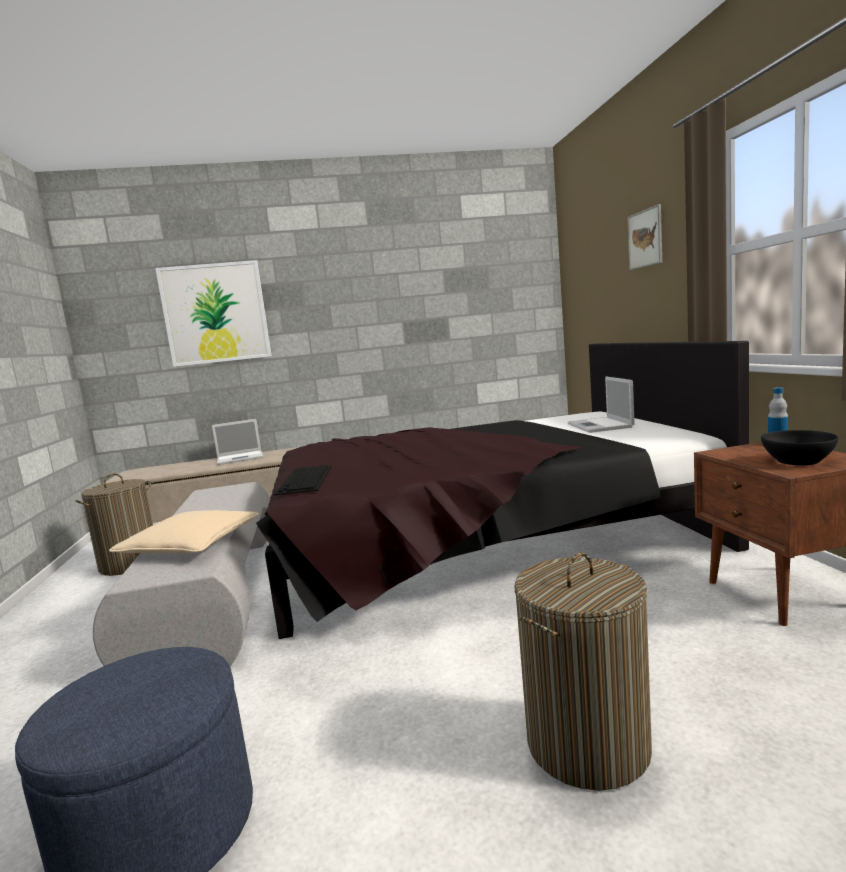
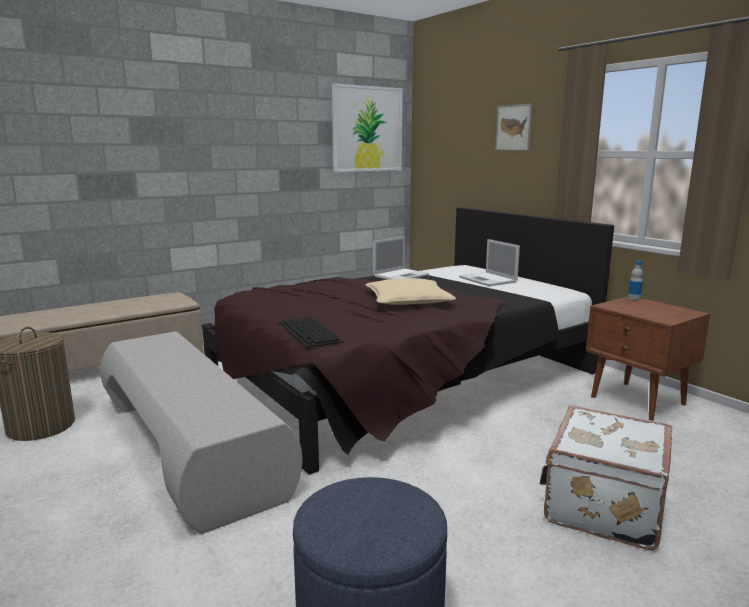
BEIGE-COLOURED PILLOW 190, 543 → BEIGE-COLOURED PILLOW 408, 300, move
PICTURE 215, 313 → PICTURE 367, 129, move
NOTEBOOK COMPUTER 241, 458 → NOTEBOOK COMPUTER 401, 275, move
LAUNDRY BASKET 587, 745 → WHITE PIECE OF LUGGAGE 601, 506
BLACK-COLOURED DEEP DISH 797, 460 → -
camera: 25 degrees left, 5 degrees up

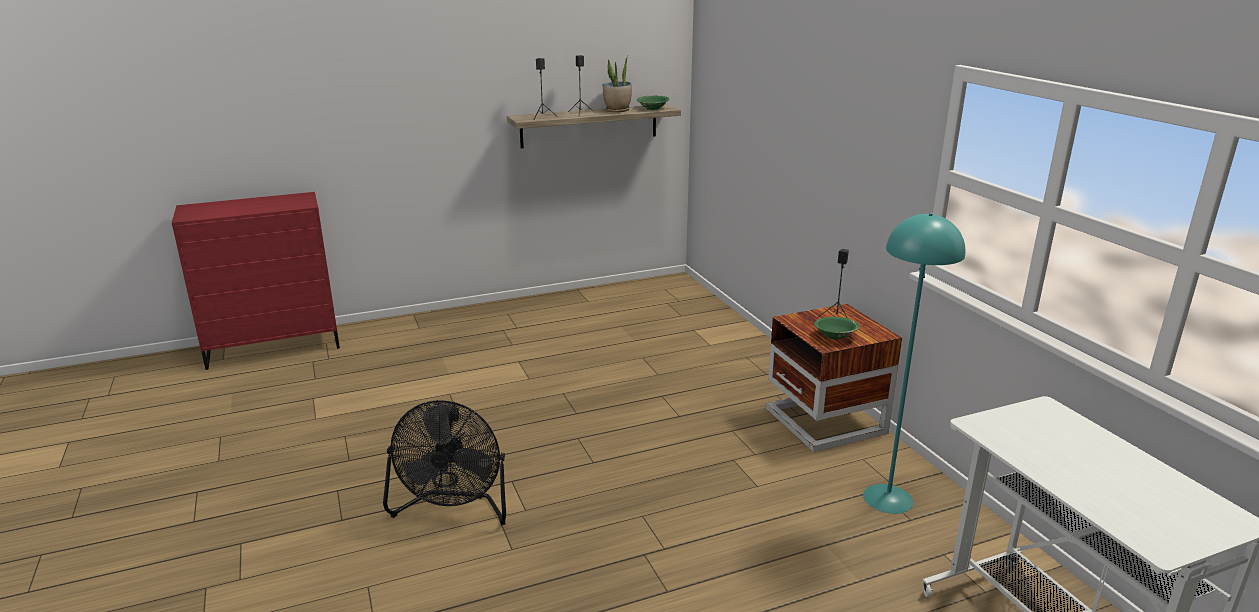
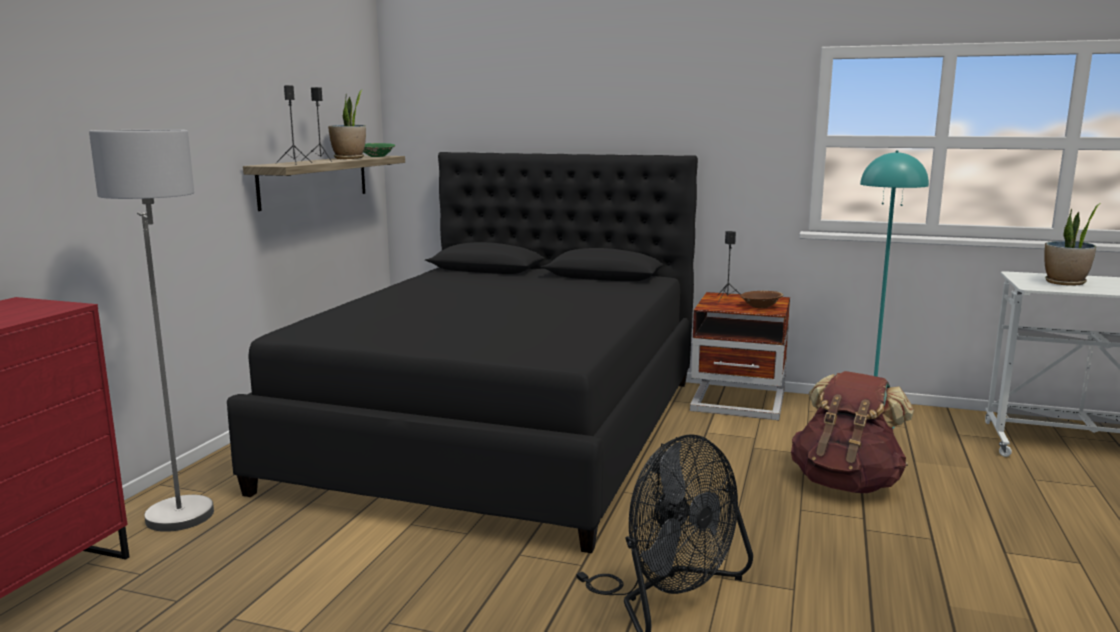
GREEN-COLOURED DEEP DISH 835, 336 → BROWN DEEP DISH 760, 307
- → GREYISH STANDARD LAMP 184, 524
- → BLACK-COLOURED BED 502, 430
- → BROWN RUCKSACK 846, 483
- → PLANT IN A POT 1065, 283
camera: 50 degrees left, 10 degrees down

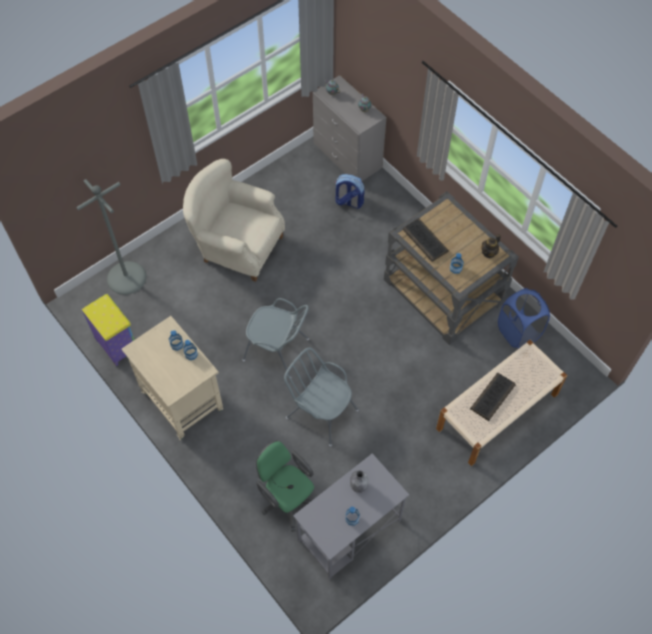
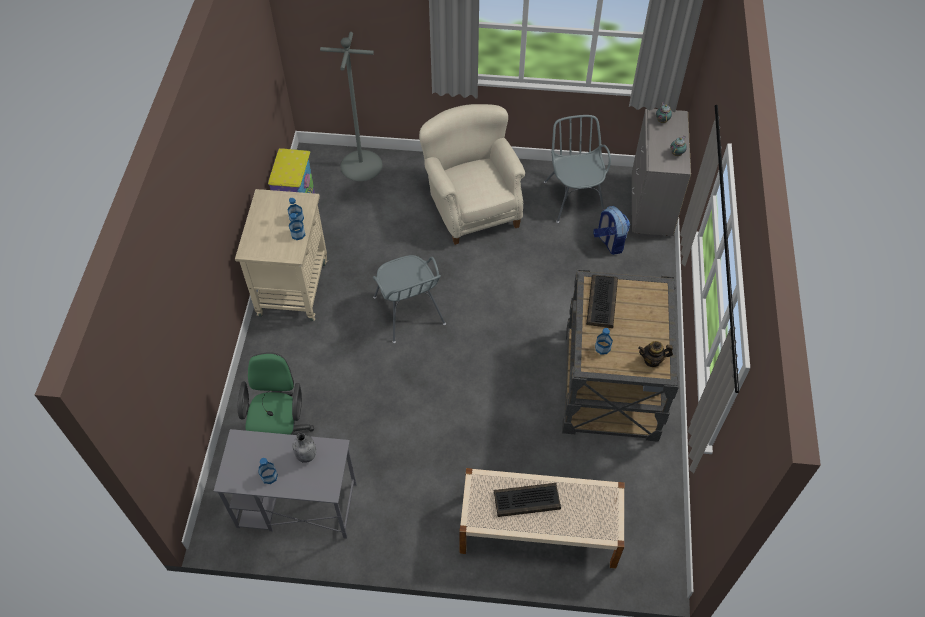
GREYISH CHAIR 320, 411 → GREYISH CHAIR 574, 196, move
BLUE LAUNDRY BASKET 518, 332 → -
camera: 45 degrees right, 5 degrees down

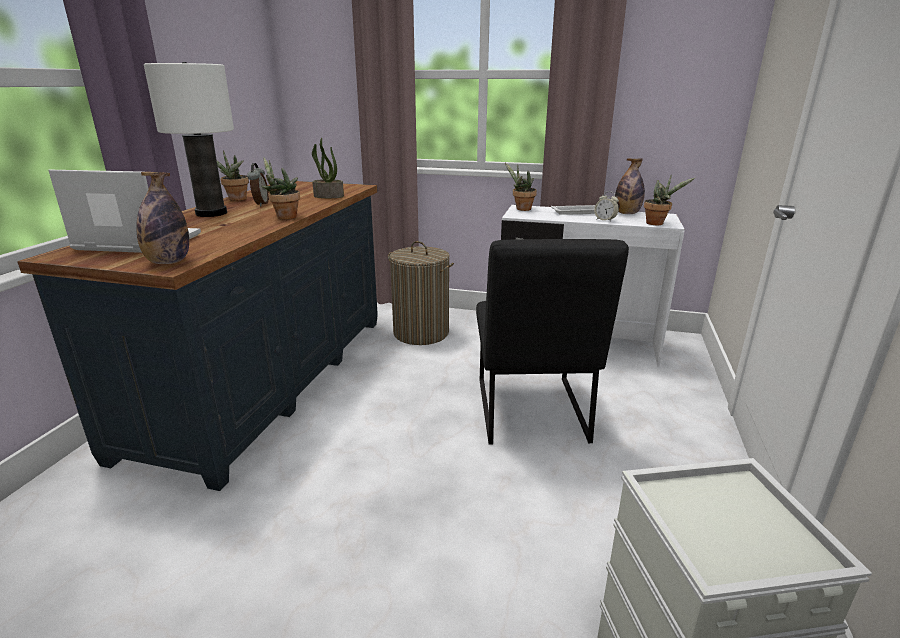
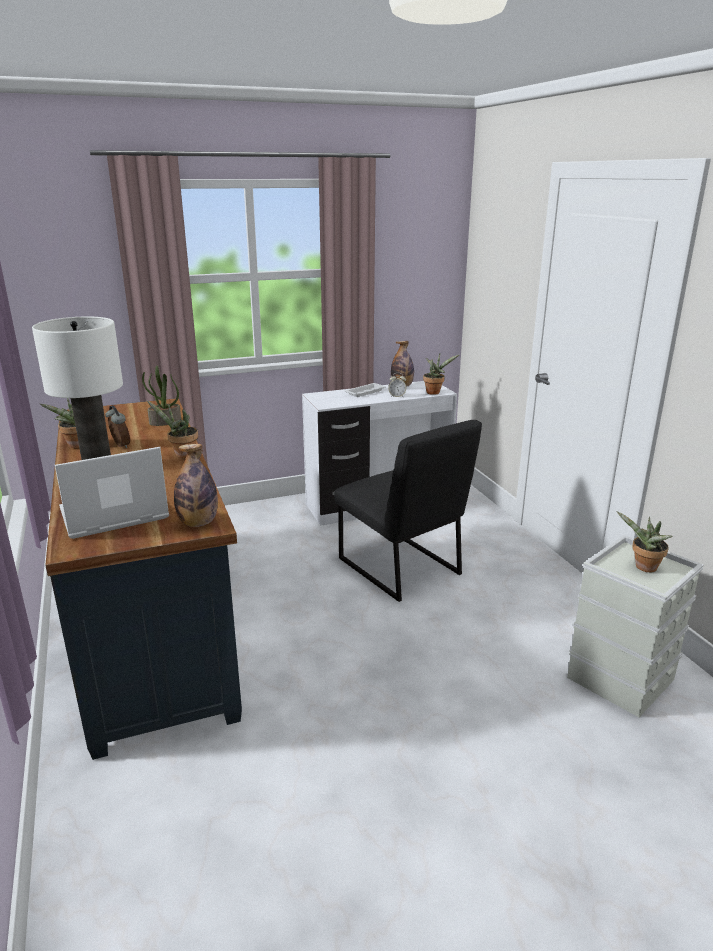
LAUNDRY BASKET 421, 333 → -
PLANT IN A POT 521, 209 → PLANT IN A POT 643, 568, move
camera: 35 degrees left, 0 degrees up

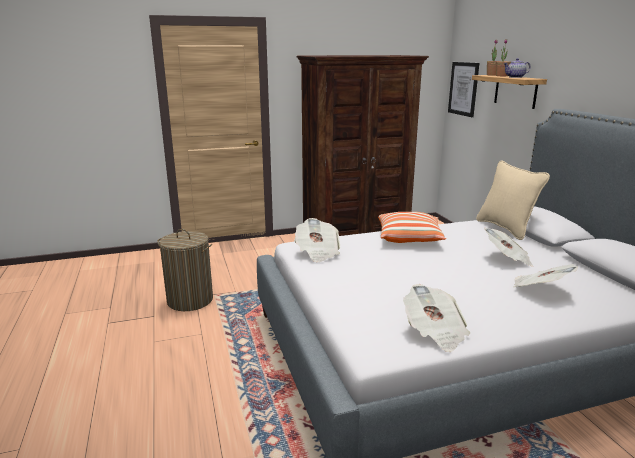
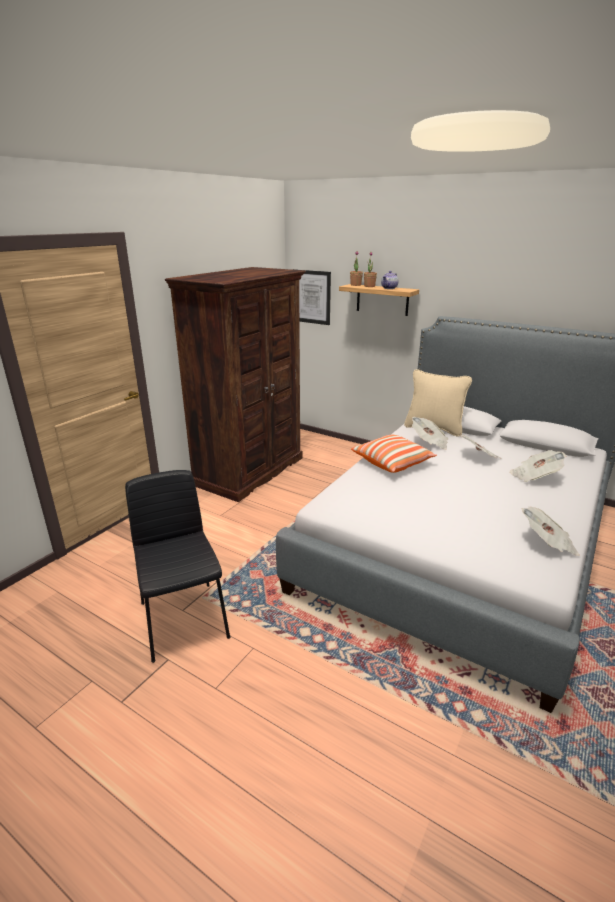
LAUNDRY BASKET 190, 300 → BLACK-COLOURED CHAIR 182, 617
NEWSPAPER 317, 252 → NEWSPAPER 429, 442, move
camera: 40 degrees left, 5 degrees up

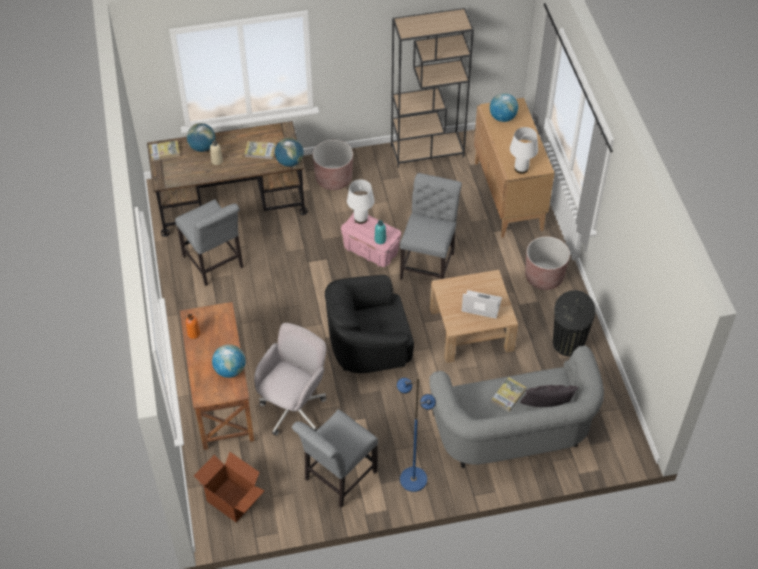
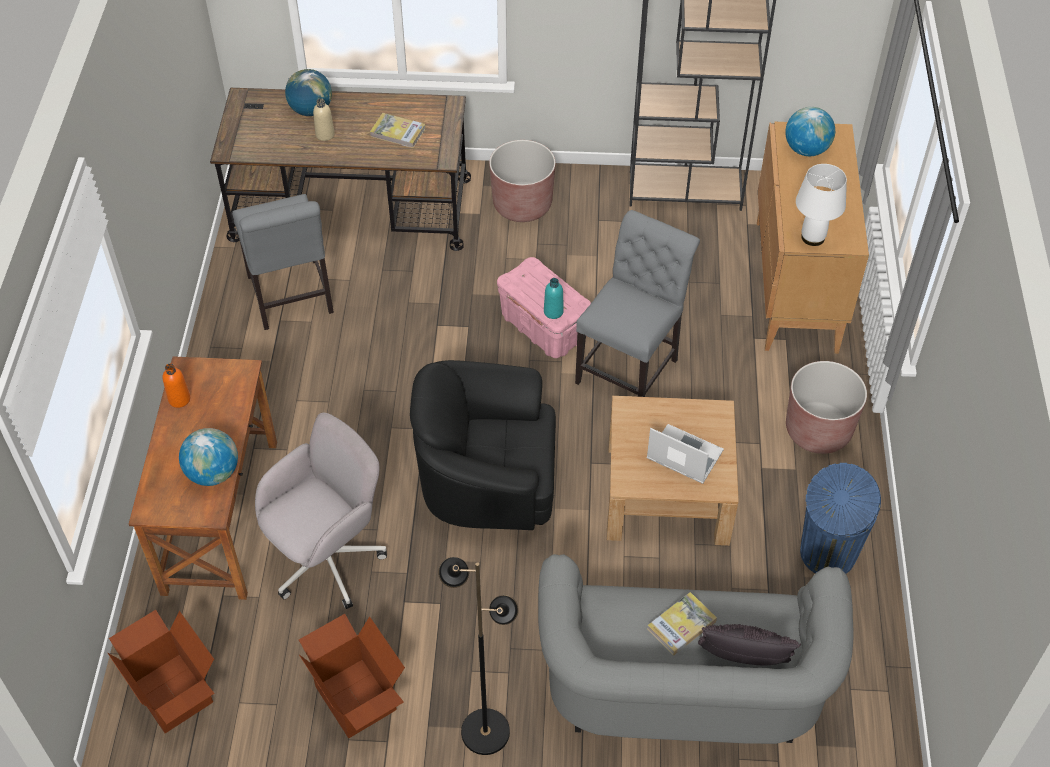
VOLUME 164, 152 → -
WORLD GLOBE 289, 162 → -
GREYISH CHAIR 337, 478 → PACKING BOX 357, 697
WHITE TABLETOP LAMP 361, 219 → -
BLUE STANDARD LAMP 413, 479 → BLACK-COLOURED STANDARD LAMP 485, 731
BLACK-COLOURED TRASH CAN 568, 344 → BLUE TRASH CAN 826, 555
camera: 15 degrees right, 0 degrees up

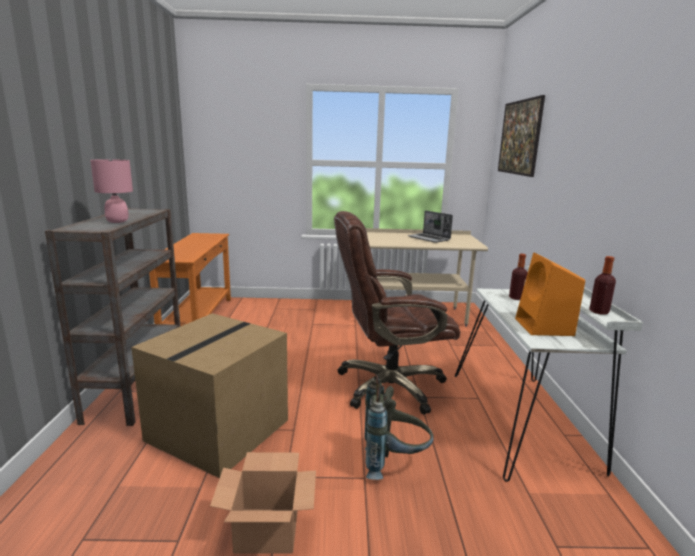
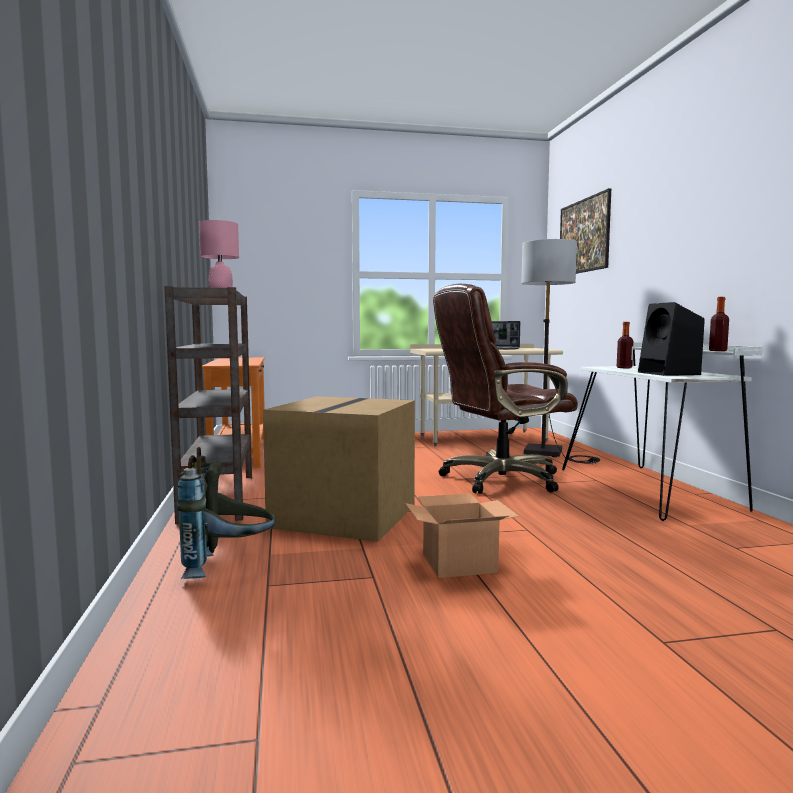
GREYISH RUCKSACK 394, 463 → GREYISH RUCKSACK 228, 566, move
ORANGEY LOUDSPEAKER 545, 327 → BLACK-COLOURED LOUDSPEAKER 670, 373
- → STANDARD LAMP 554, 455
camera: 10 degrees left, 10 degrees down

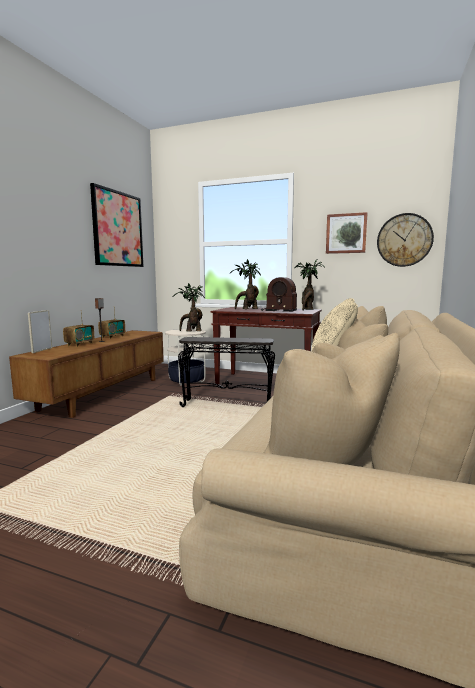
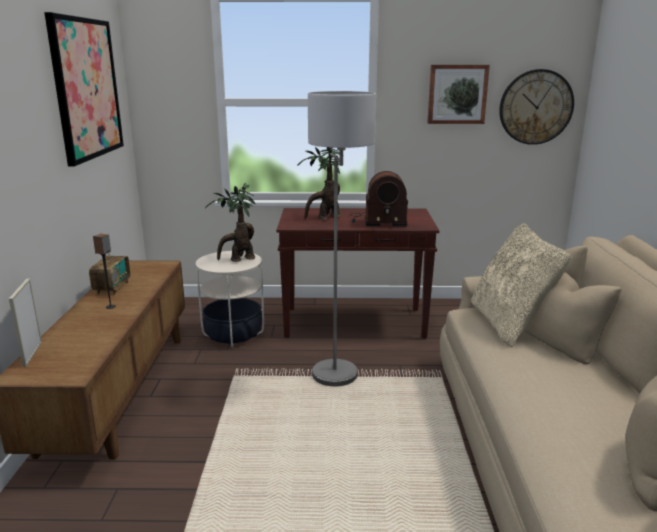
RADIO SET 79, 344 → -
BLACK-COLOURED SIDE TABLE 227, 405 → GREYISH STANDARD LAMP 338, 382
PLANT IN A POT 307, 310 → -
camera: 20 degrees left, 10 degrees up

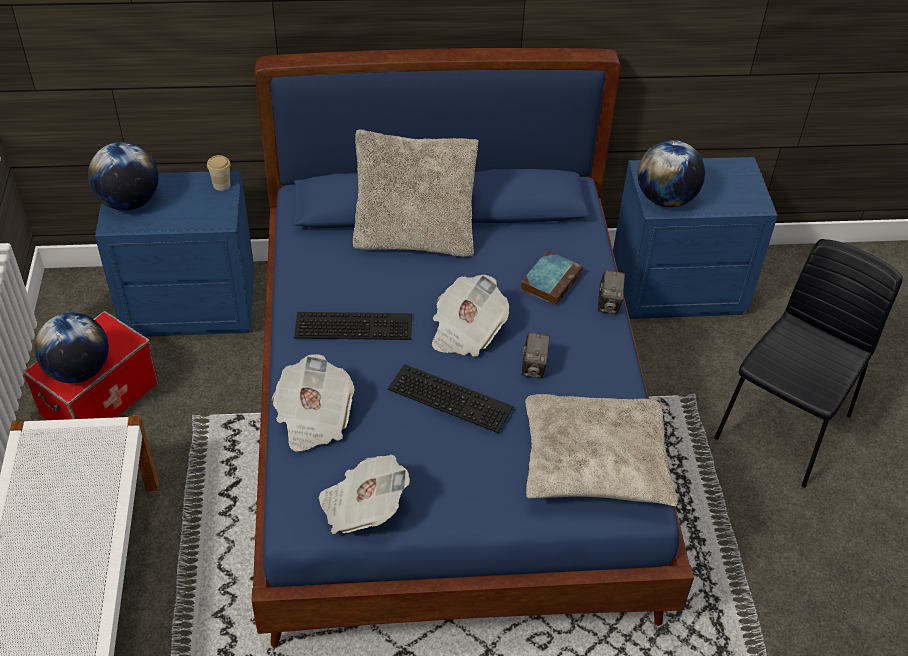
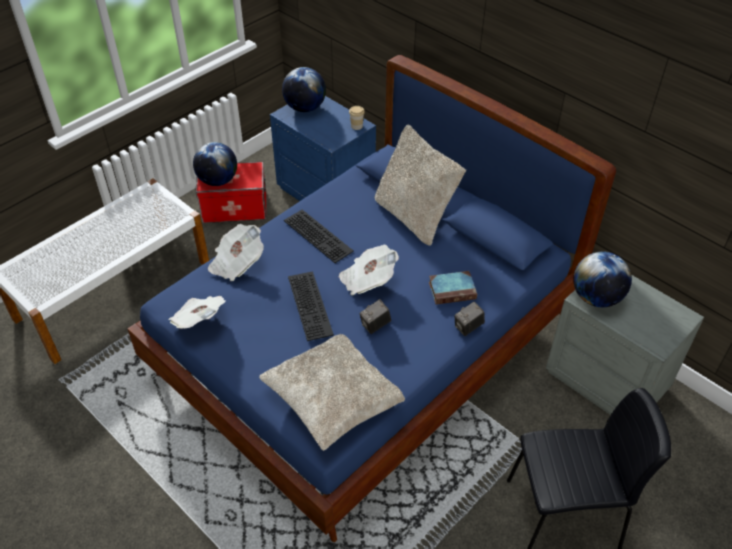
BLUE NIGHTSTAND 677, 288 → GREYISH NIGHTSTAND 607, 380
camera: 50 degrees right, 0 degrees up

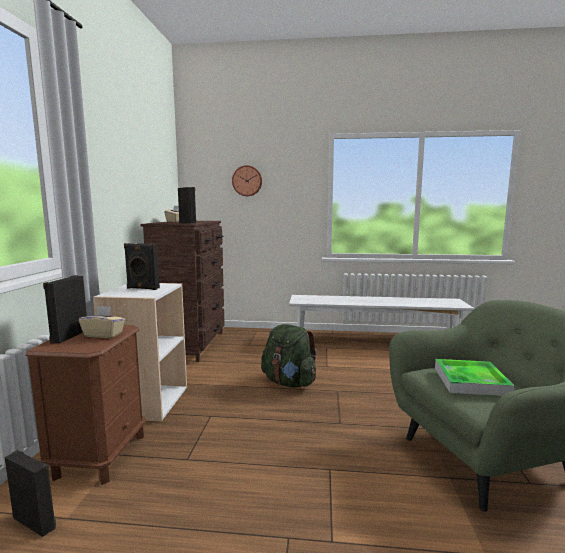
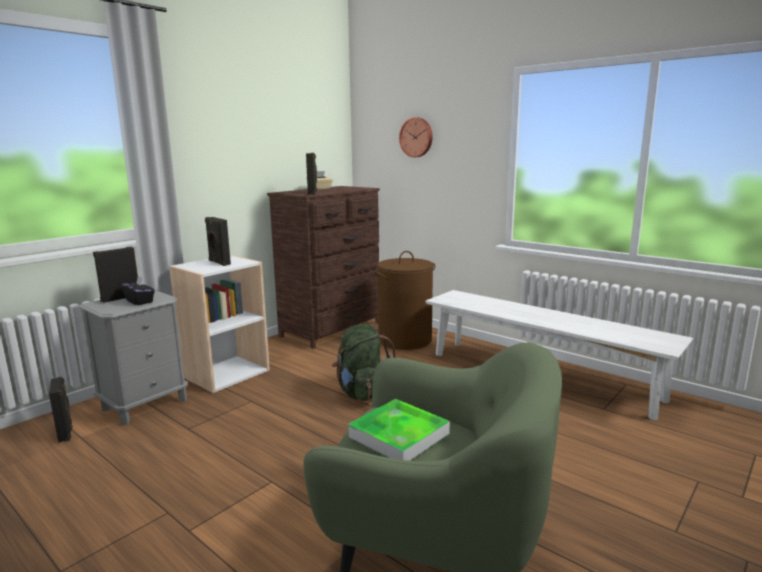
BROWN NIGHTSTAND 100, 455 → GREYISH NIGHTSTAND 145, 404
BEIGE-COLOURED BOX OF TISSUES 104, 334 → BLACK-COLOURED BOX OF TISSUES 140, 301
- → BROWN LAUNDRY BASKET 405, 340
camera: 35 degrees right, 5 degrees up

